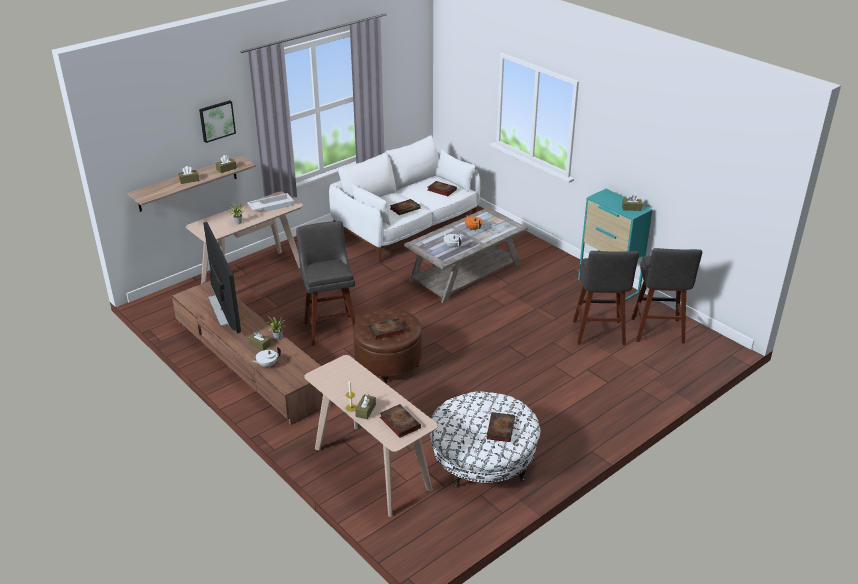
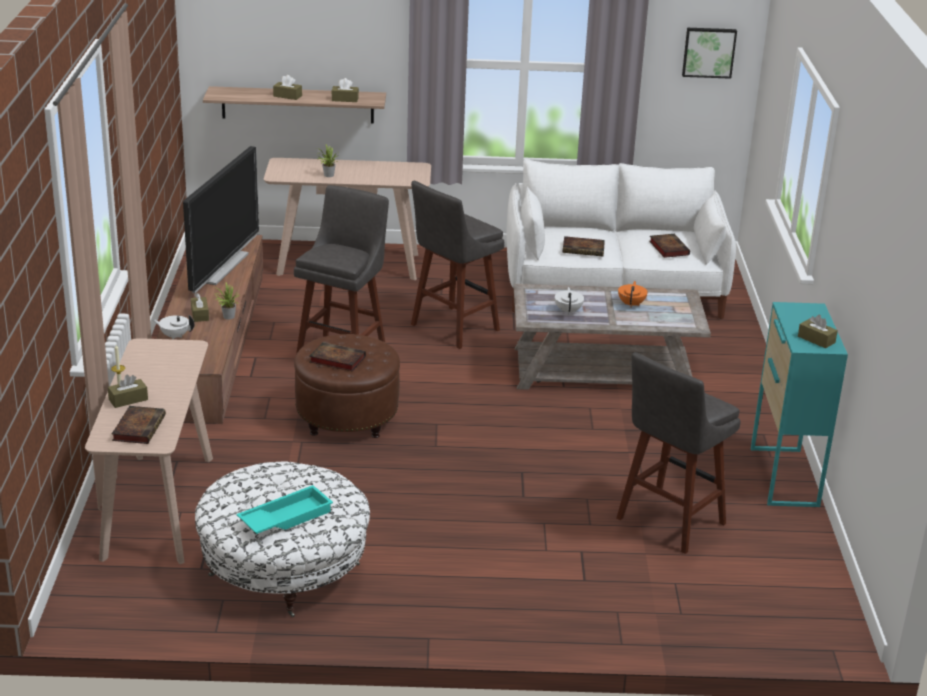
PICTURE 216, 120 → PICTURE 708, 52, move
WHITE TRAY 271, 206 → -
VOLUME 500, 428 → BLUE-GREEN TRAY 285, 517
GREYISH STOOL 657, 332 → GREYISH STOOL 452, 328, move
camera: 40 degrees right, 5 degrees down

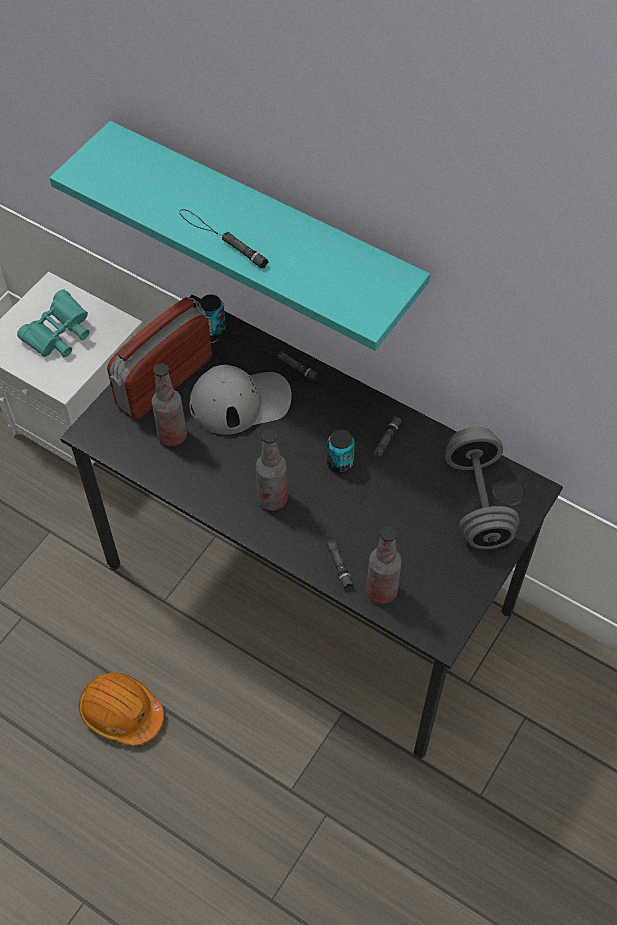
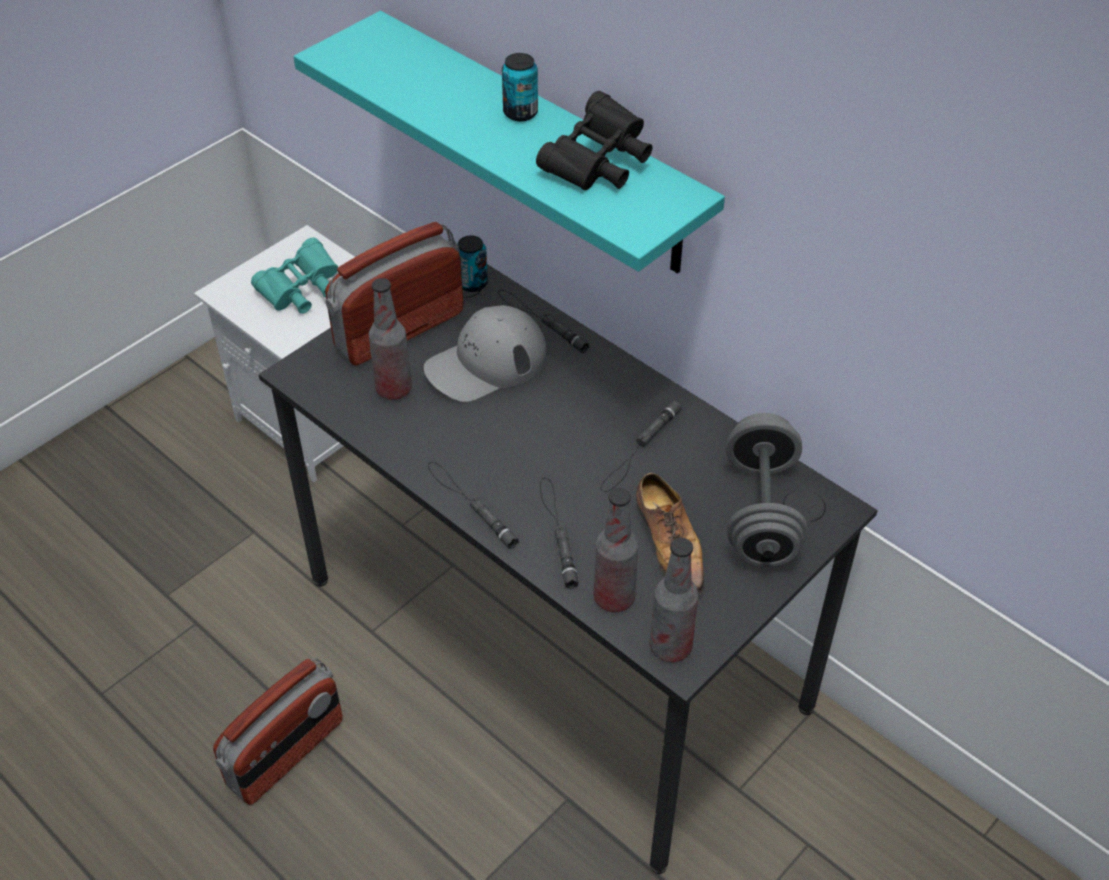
ORANGEY WORK HELMET 121, 712 → RADIO SET 287, 754
BLACK-COLOURED HAND TORCH 222, 239 → BLACK-COLOURED HAND TORCH 470, 505, move
GREYISH PEAKED CAP 240, 402 → GREYISH PEAKED CAP 486, 363, 150 degrees clockwise
BEVERAGE BOTTLE 272, 499 → BEVERAGE BOTTLE 670, 647, move
CAN 340, 463 → CAN 520, 113, move
- → BLACK-COLOURED PAIR OF BINOCULARS 598, 164
- → SHOE 670, 544
camera: 10 degrees right, 10 degrees down

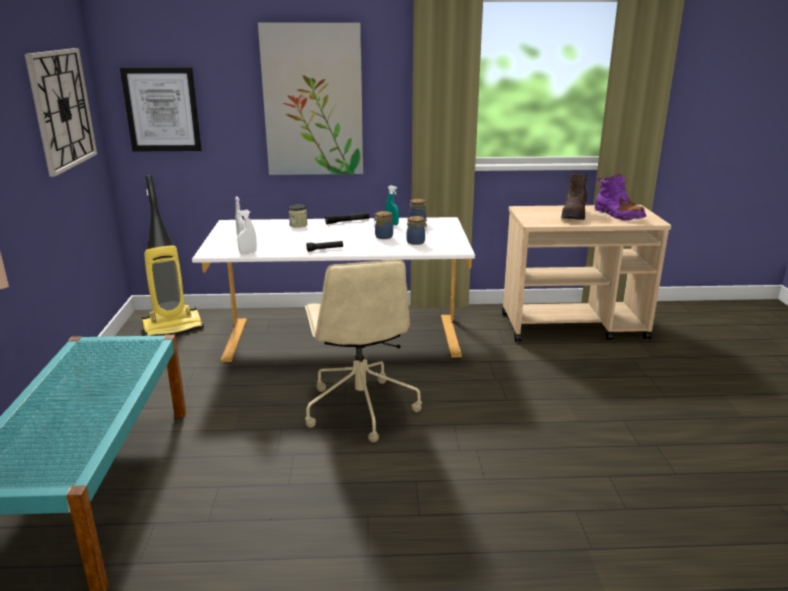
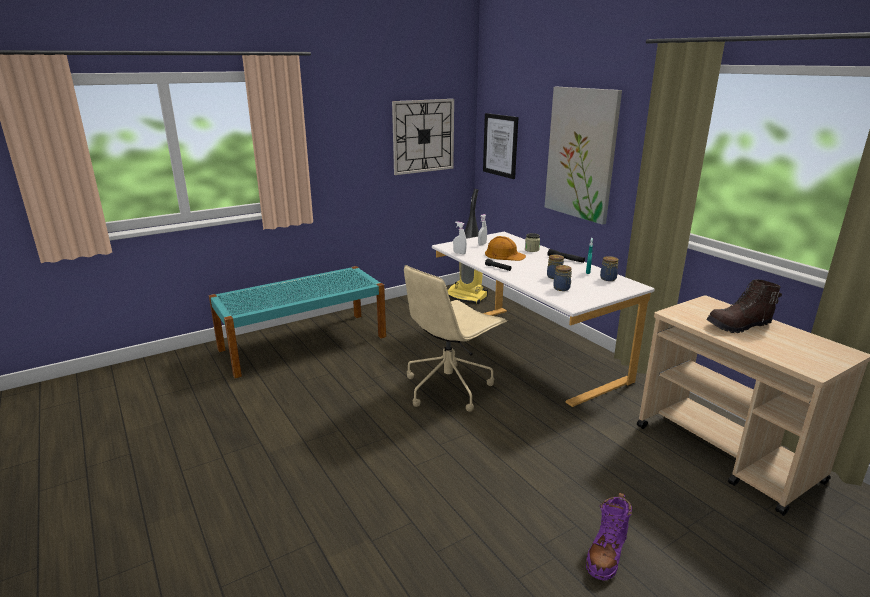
PURPLISH HIGH-TOP BOOT 618, 215 → PURPLISH HIGH-TOP BOOT 606, 553, move
- → ORANGEY WORK HELMET 504, 255
camera: 60 degrees right, 0 degrees up

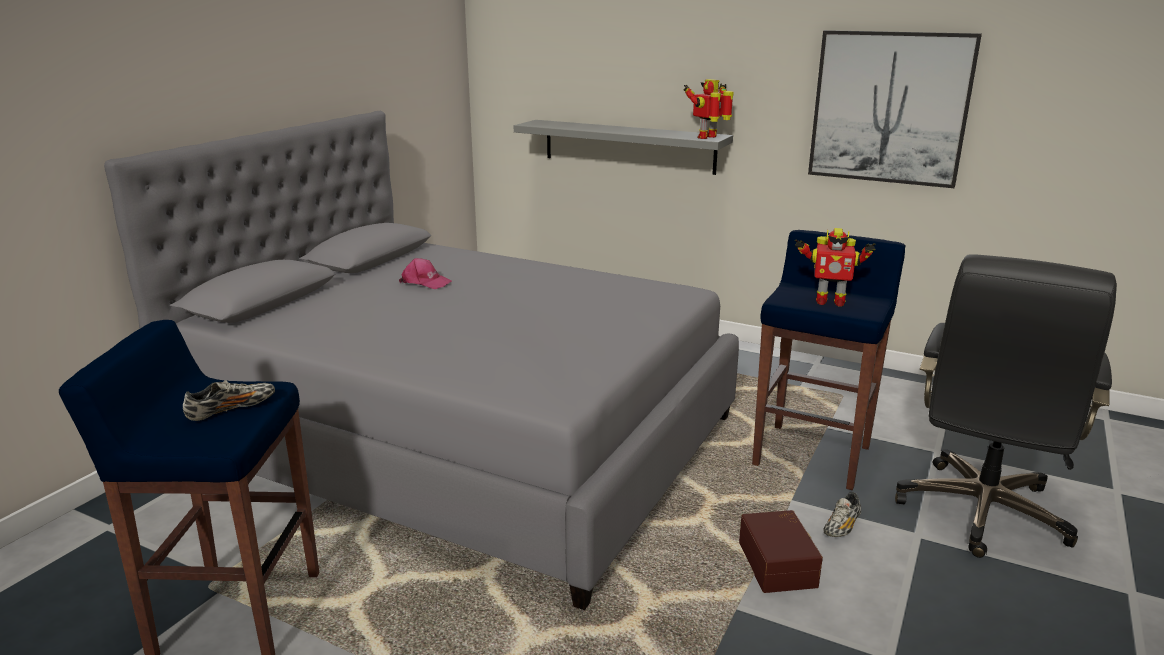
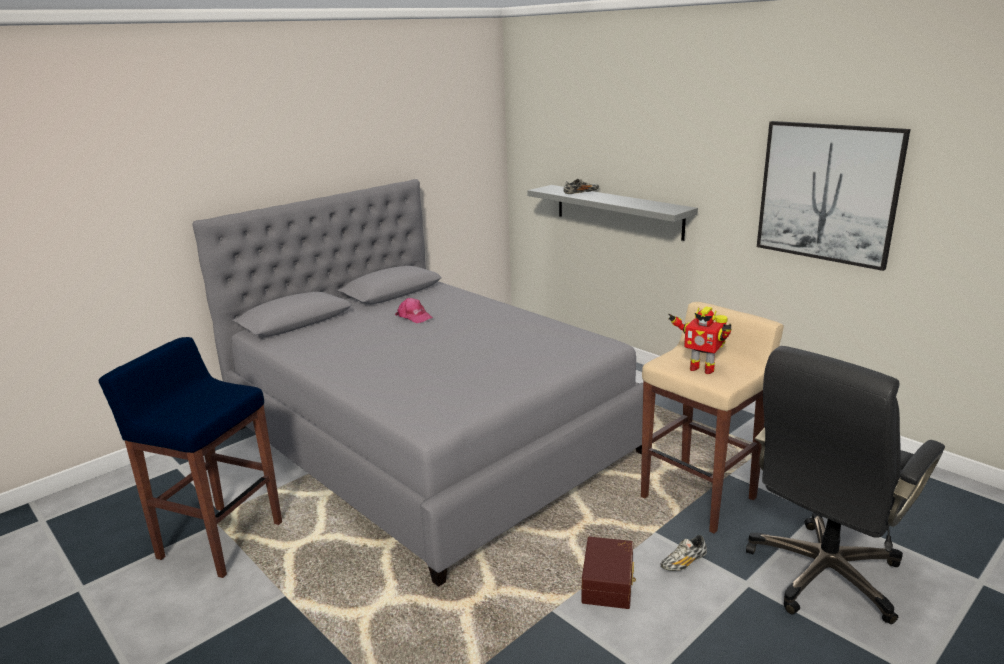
SHOE 231, 410 → SHOE 581, 193, move
ROBOT FIGURE 709, 137 → -
BLUE STOOL 812, 455 → BEIGE-COLOURED STOOL 699, 497
camera: 20 degrees right, 0 degrees up

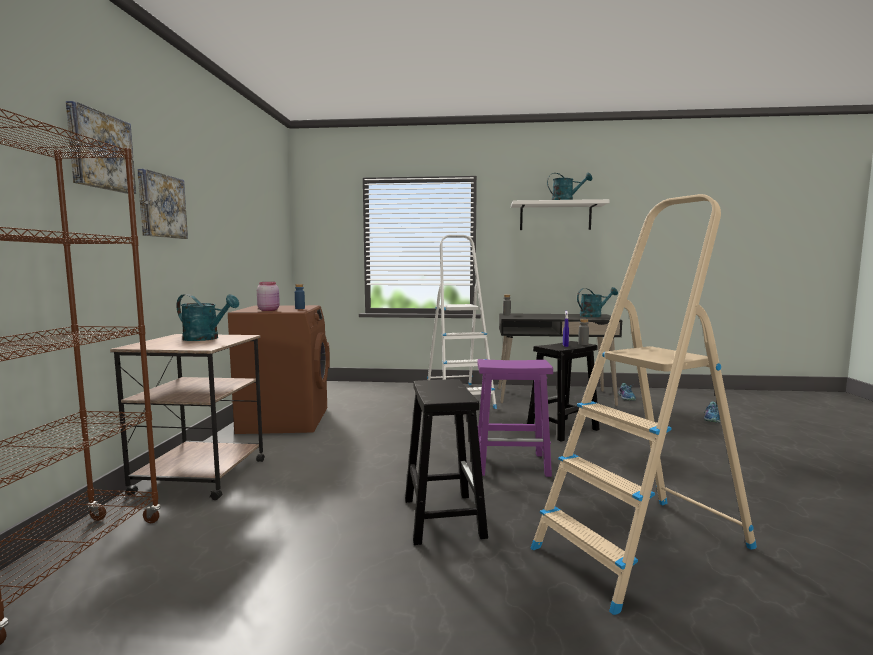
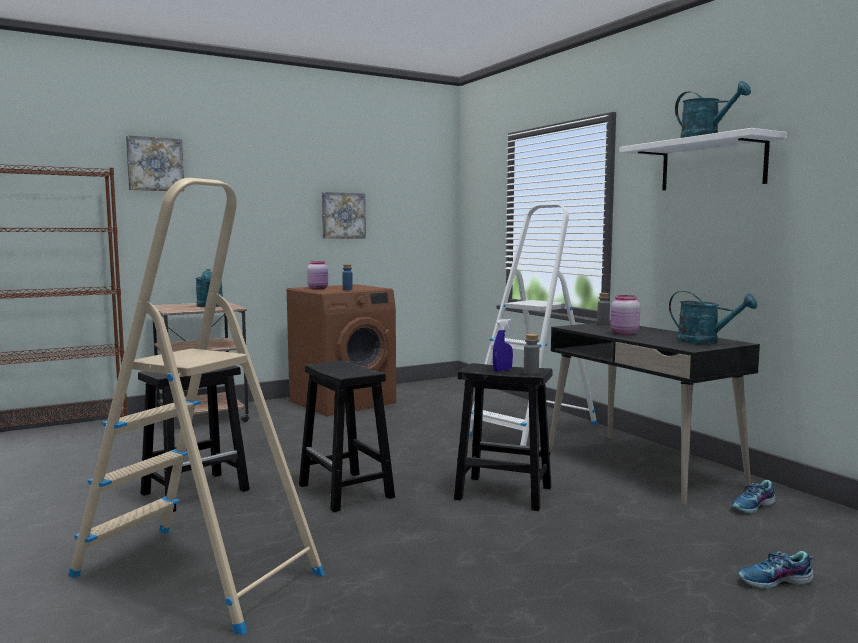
PICTURE 160, 206 → PICTURE 342, 215, move
PURPLISH STOOL 513, 464 → BLACK-COLOURED STOOL 347, 491
- → PINK-COLOURED JAR 623, 333
camera: 55 degrees right, 0 degrees up

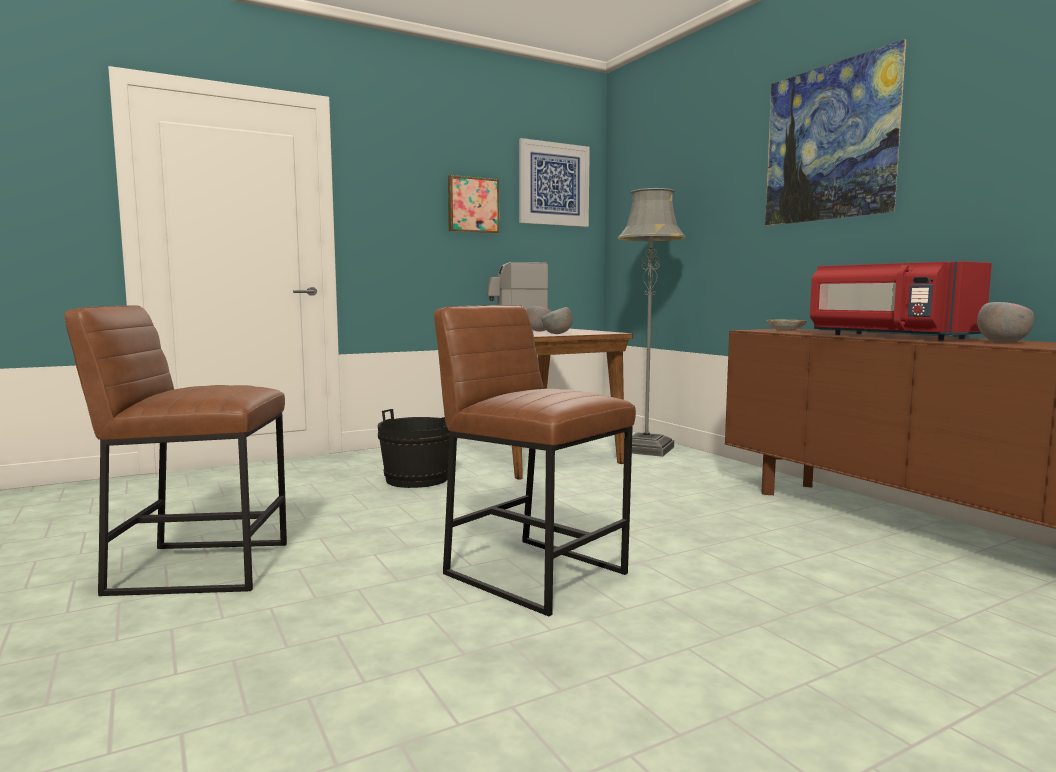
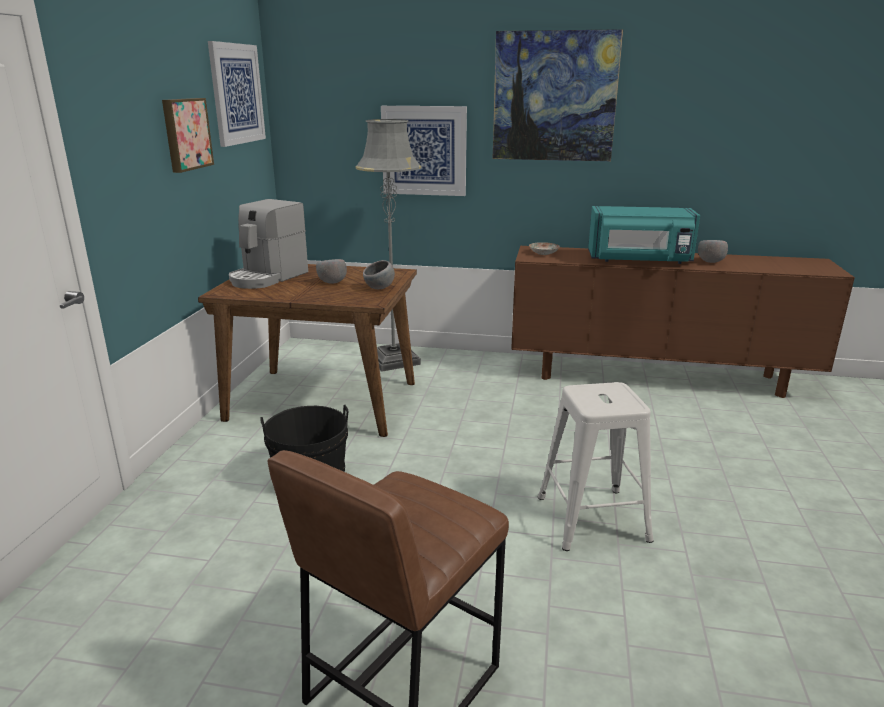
BROWN CHAIR 533, 572 → WHITE STOOL 592, 518
REDDISH MICROWAVE 887, 337 → BLUE-GREEN MICROWAVE 639, 260
- → PICTURE 424, 151
camera: 50 degrees left, 15 degrees up

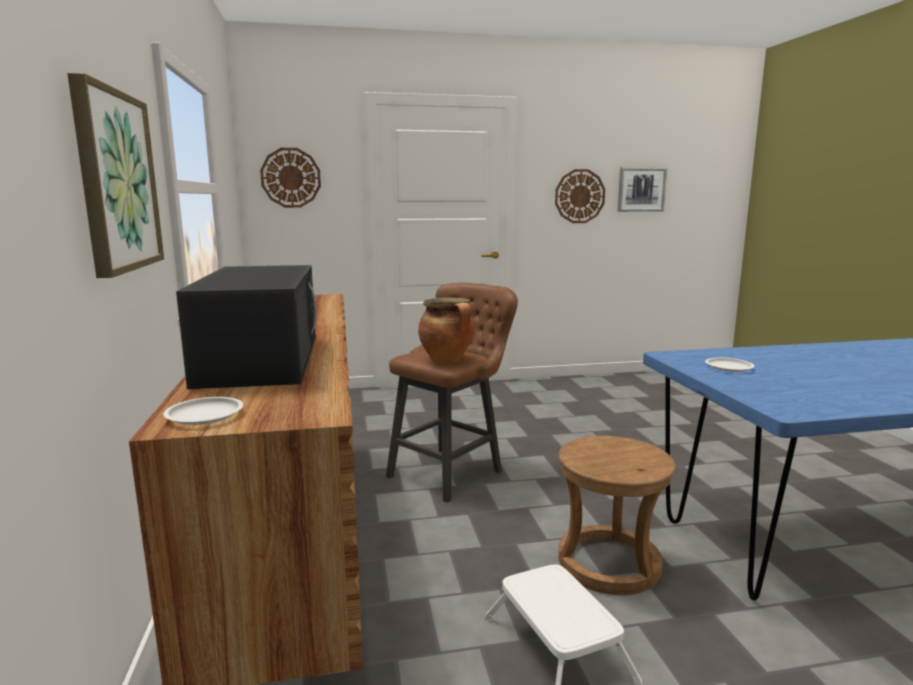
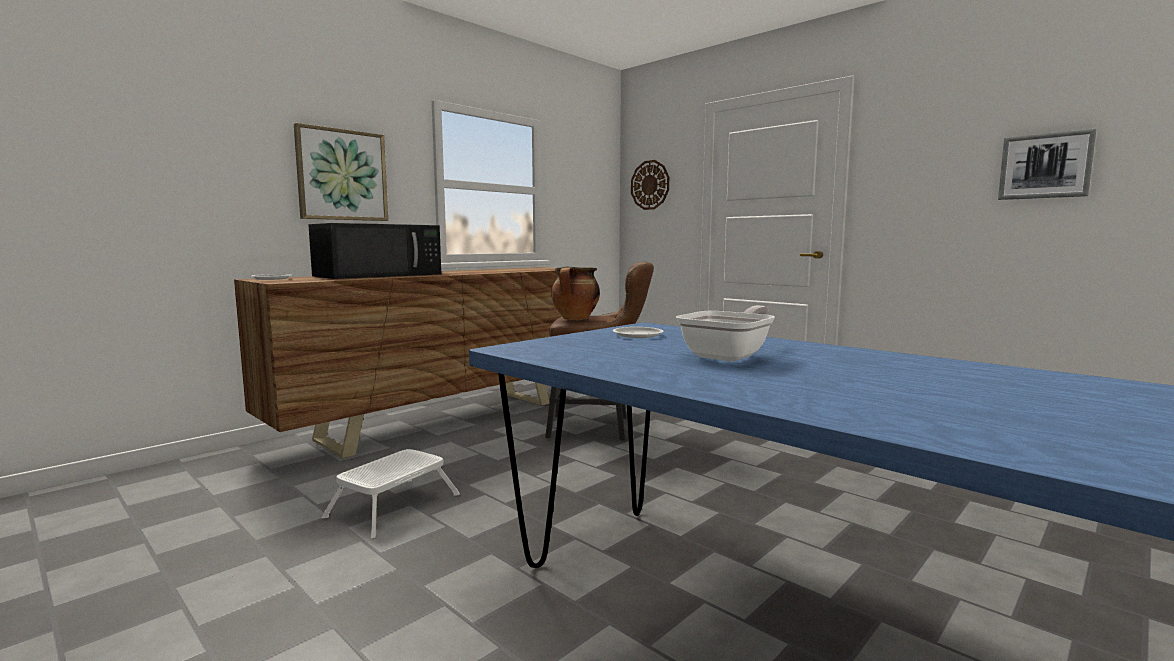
CLOCK ON THE WALL 579, 196 → -
BROWN STOOL 608, 563 → -
- → PAN 729, 355
camera: 55 degrees right, 5 degrees down

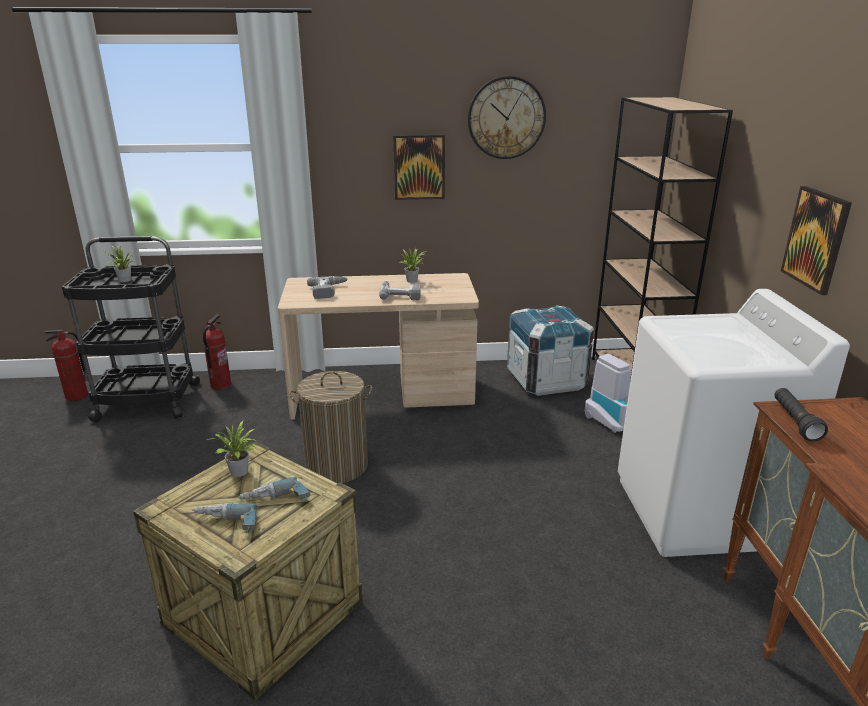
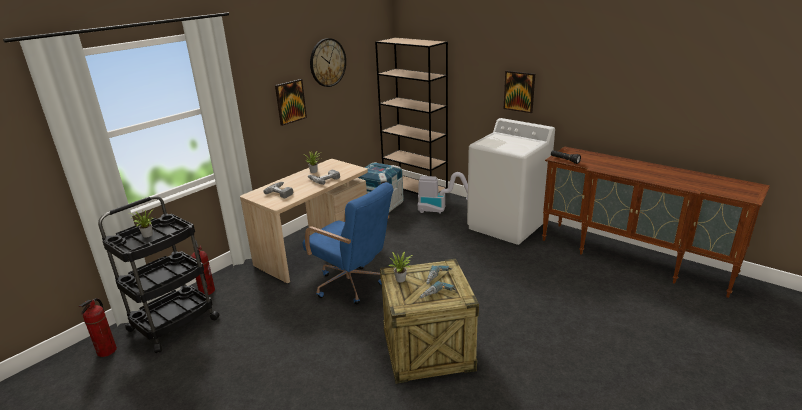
LAUNDRY BASKET 336, 466 → BLUE OFFICE CHAIR 352, 287
camera: 45 degrees left, 0 degrees up

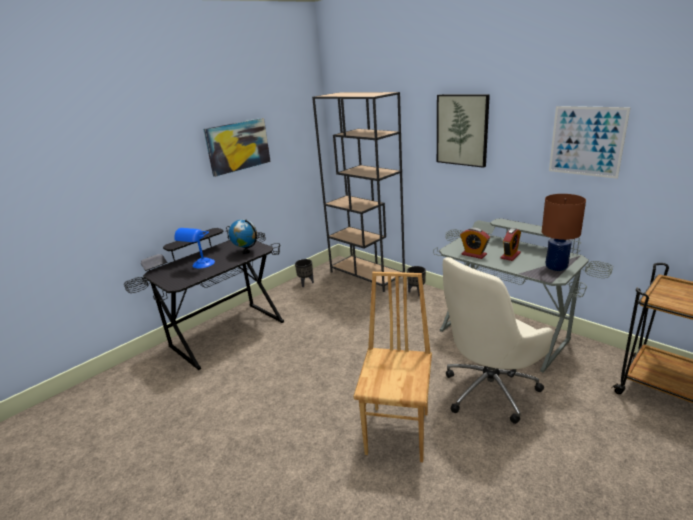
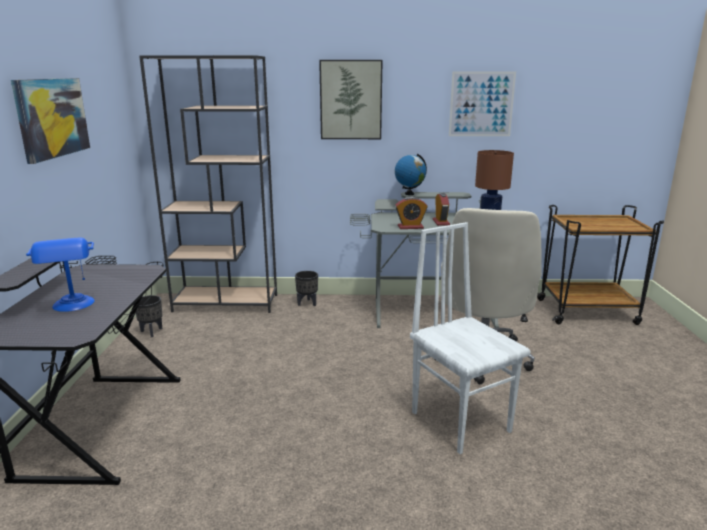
WORLD GLOBE 246, 252 → WORLD GLOBE 409, 194, move
BROWN CHAIR 399, 432 → WHITE CHAIR 461, 421
camera: 45 degrees left, 5 degrees down

